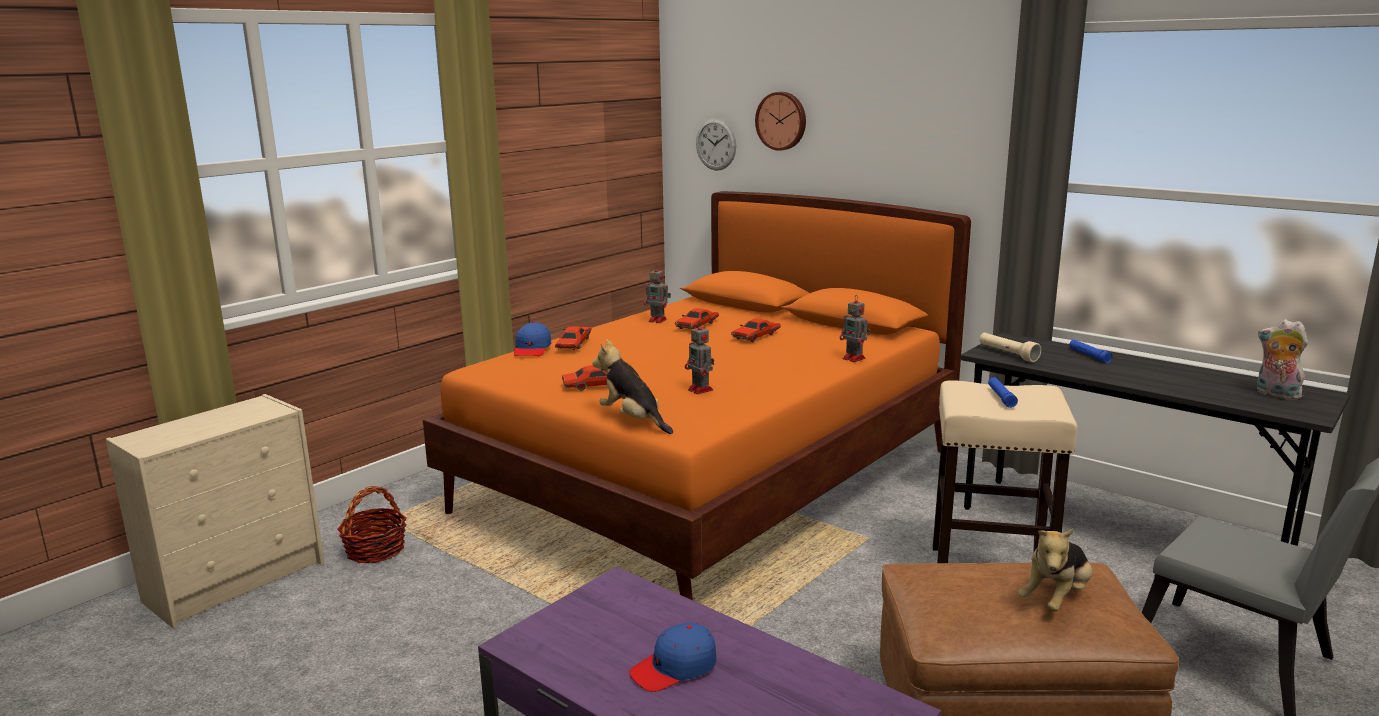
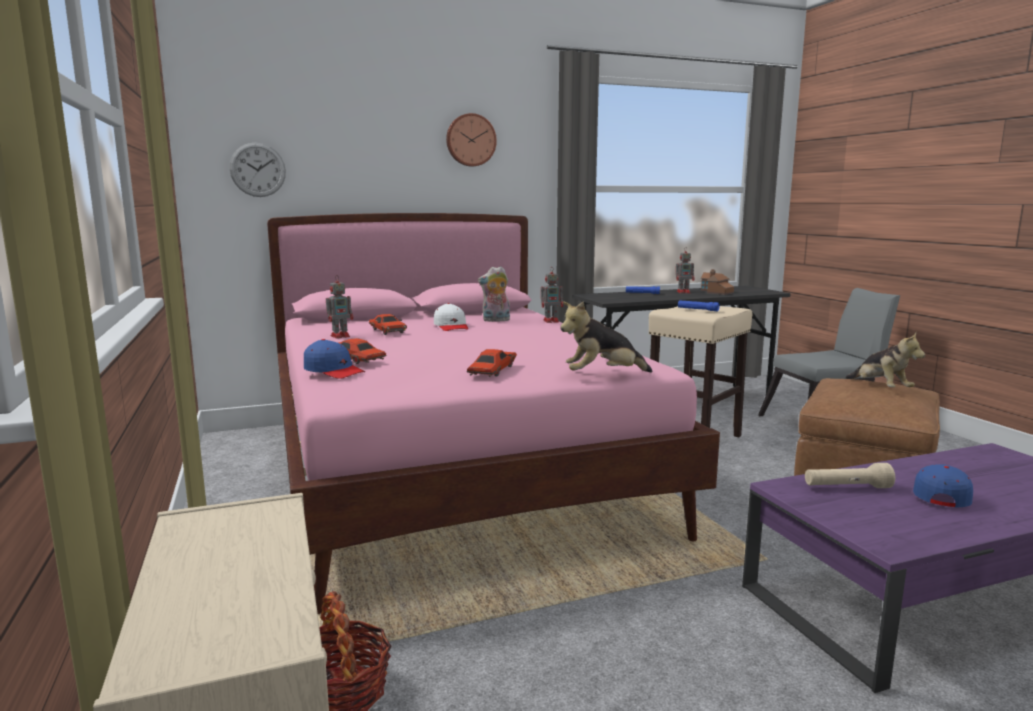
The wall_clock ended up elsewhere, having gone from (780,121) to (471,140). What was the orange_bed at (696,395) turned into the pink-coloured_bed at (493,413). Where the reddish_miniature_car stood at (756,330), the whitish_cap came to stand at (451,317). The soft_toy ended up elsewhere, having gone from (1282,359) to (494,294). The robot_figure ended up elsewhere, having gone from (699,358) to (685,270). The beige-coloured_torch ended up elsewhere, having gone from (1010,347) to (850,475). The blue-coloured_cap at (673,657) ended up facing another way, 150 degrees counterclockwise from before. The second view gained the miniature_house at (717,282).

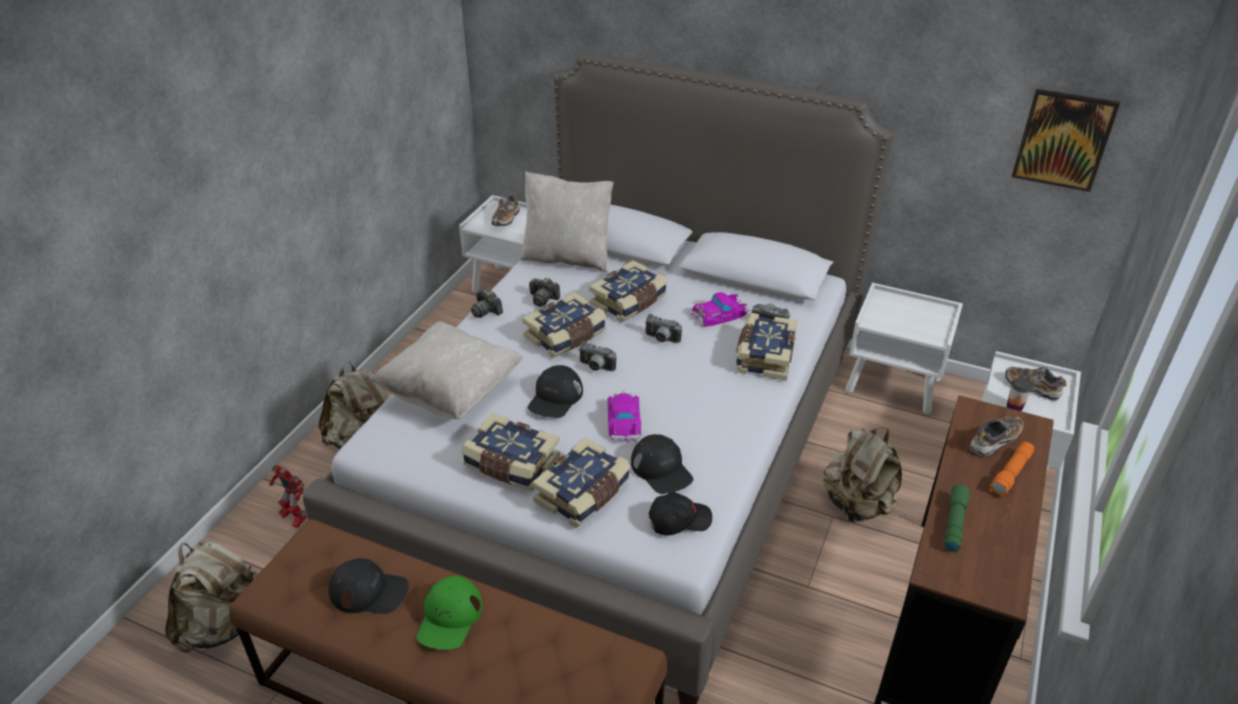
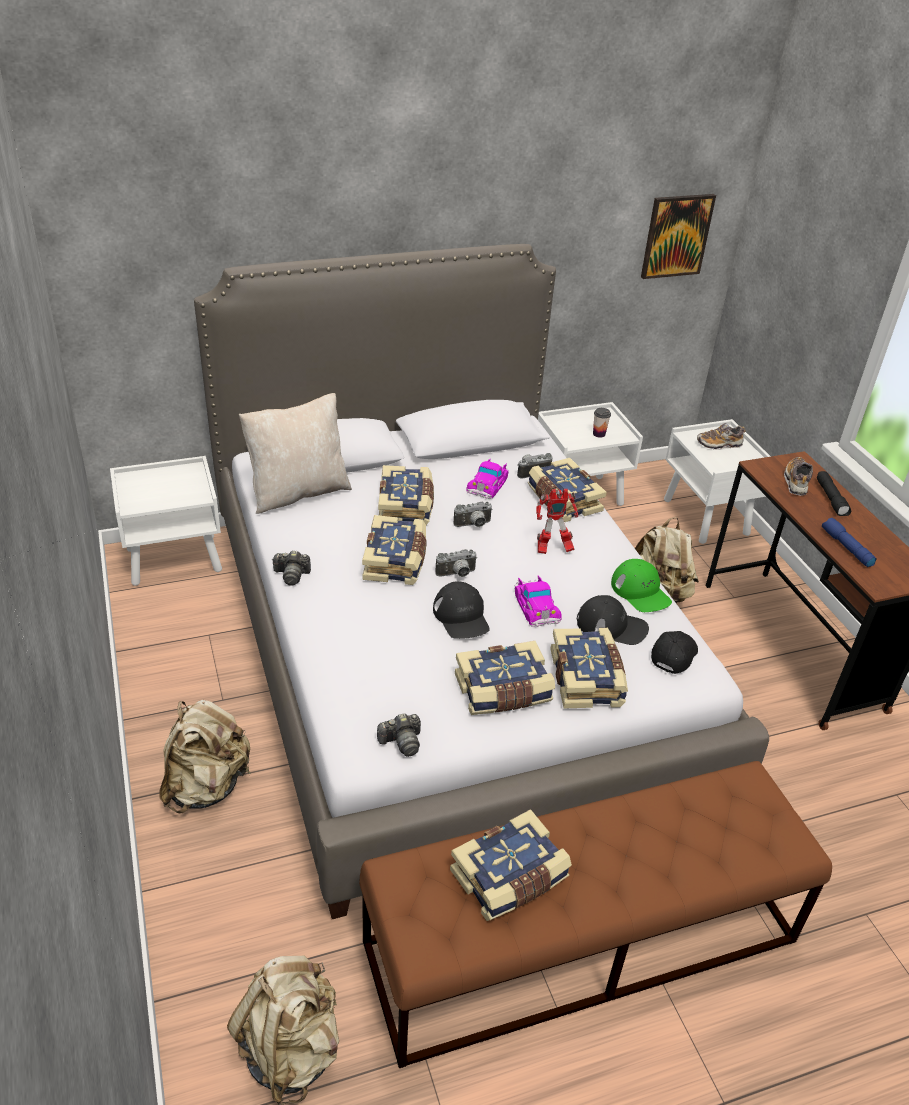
The second view lost the low_shoe at (506,210). The still_camera ended up elsewhere, having gone from (544,292) to (399,735). The second view lost the beige-coloured_throw_pillow at (446,370). The drinking_cup ended up elsewhere, having gone from (1020,394) to (602,423). The miniature_car at (624,416) ended up facing another way, 150 degrees counterclockwise from before. What was the orange_torch at (1011,469) turned into the black-coloured_torch at (834,493). The robot_figure ended up elsewhere, having gone from (288,496) to (557,521). What was the green_torch at (957,518) turned into the blue-coloured_torch at (849,542). Where the black-coloured_cap stood at (368,586), the volume came to stand at (511,865). The green_cap ended up elsewhere, having gone from (449,613) to (641,585).

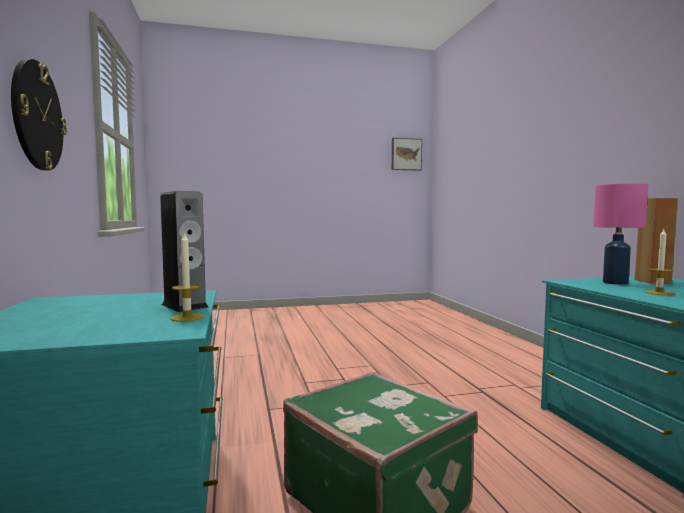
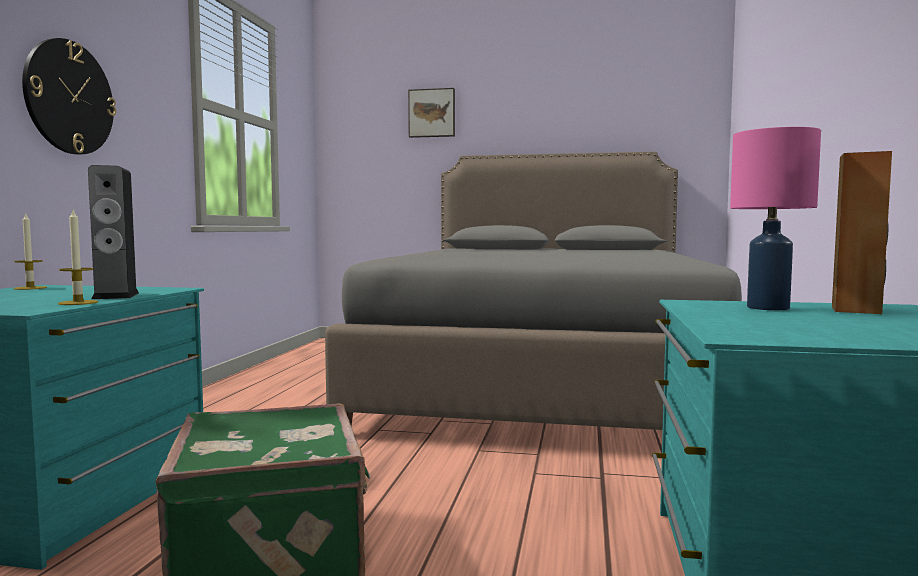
The wall_art ended up elsewhere, having gone from (407,154) to (431,113). The wax_candle ended up elsewhere, having gone from (659,262) to (30,252). The second view gained the gray_bed at (533,291).

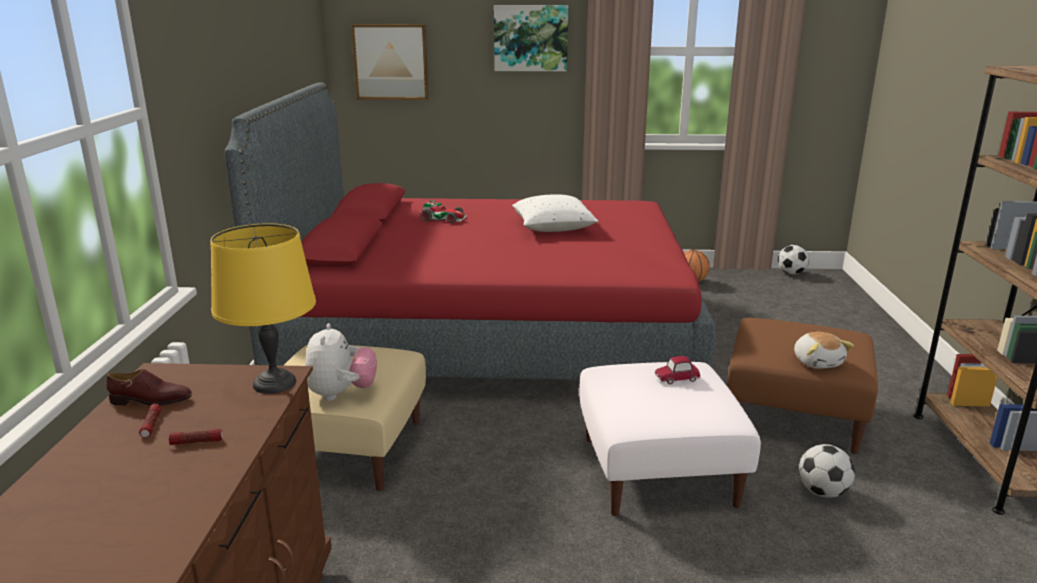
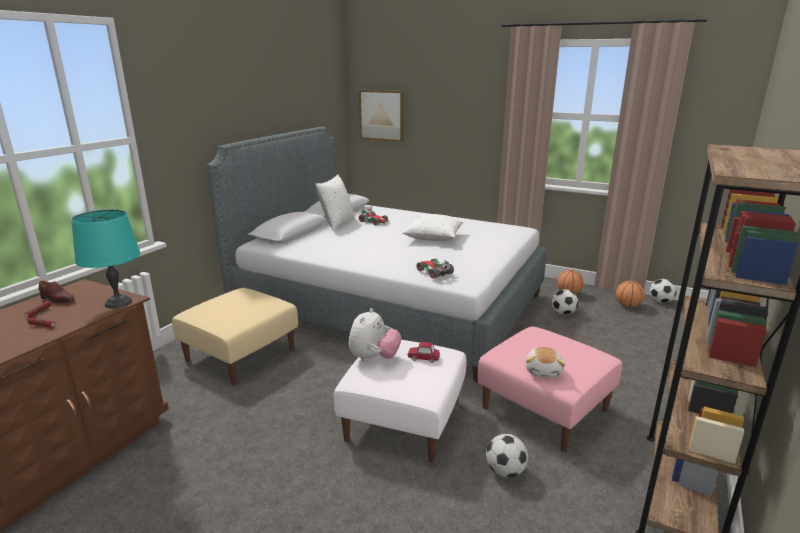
The second view lost the wall_art at (531,38). What was the reddish_bed at (470,231) turned into the gray_bed at (377,255). What was the yellow_table_lamp at (263,308) turned into the blue-green_table_lamp at (105,259). What was the brownish_footrest at (802,386) turned into the pink-coloured_footrest at (550,389). The soft_toy ended up elsewhere, having gone from (341,362) to (375,335). The second view gained the whitish_throw_pillow at (334,202). The second view gained the miniature_car at (434,268). The second view gained the ball_for_basketball at (630,294). The second view gained the football at (565,302).

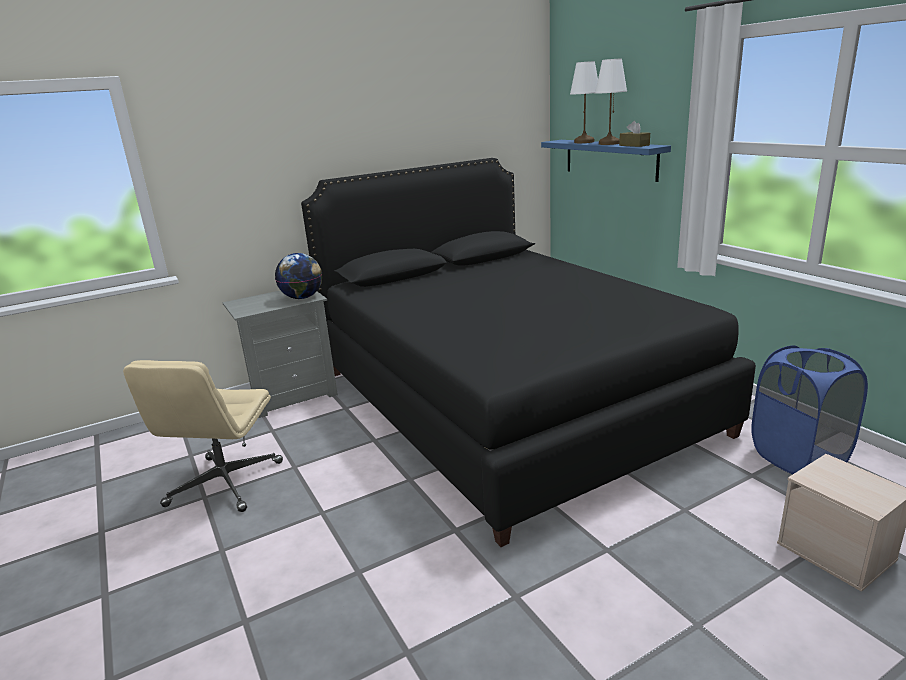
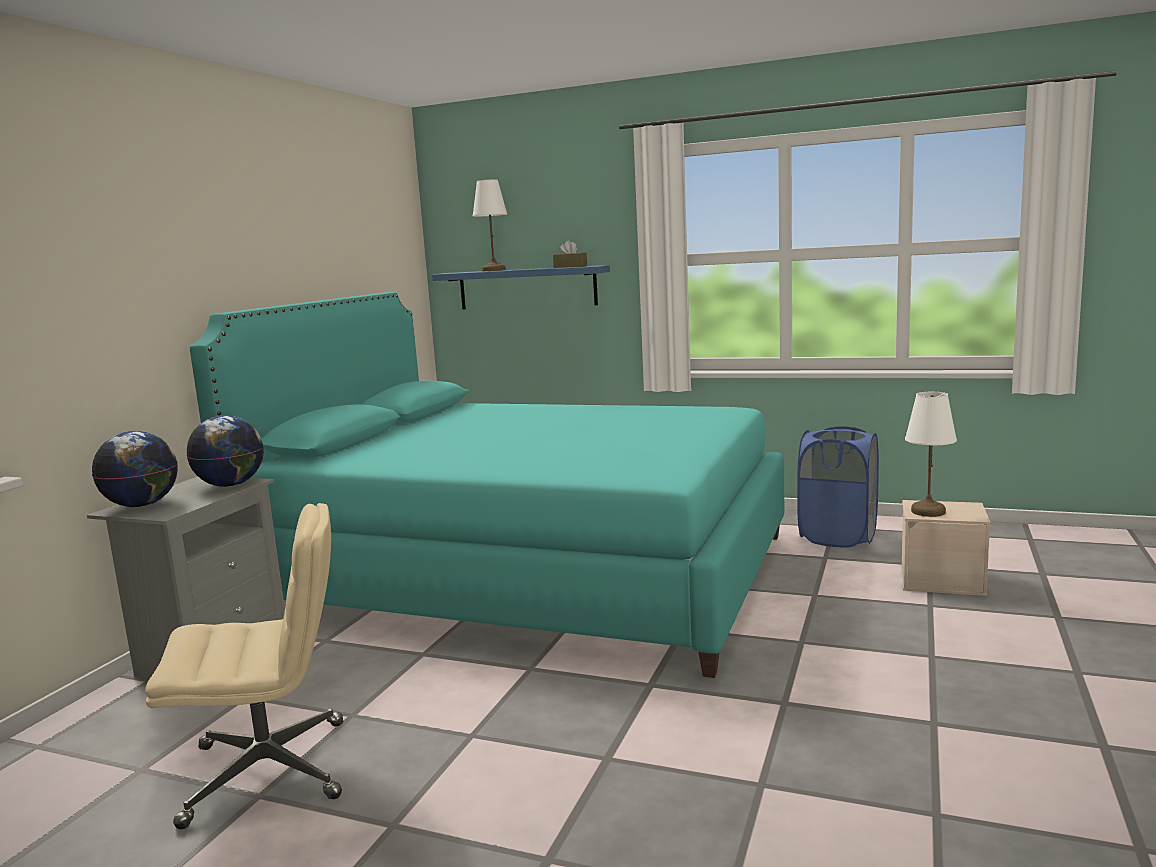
The whitish_table_lamp ended up elsewhere, having gone from (611,101) to (931,454). What was the black-coloured_bed at (528,352) turned into the blue-green_bed at (487,485). The beige-coloured_office_chair at (203,436) ended up facing another way, 75 degrees counterclockwise from before. The second view gained the world_globe at (135,469).

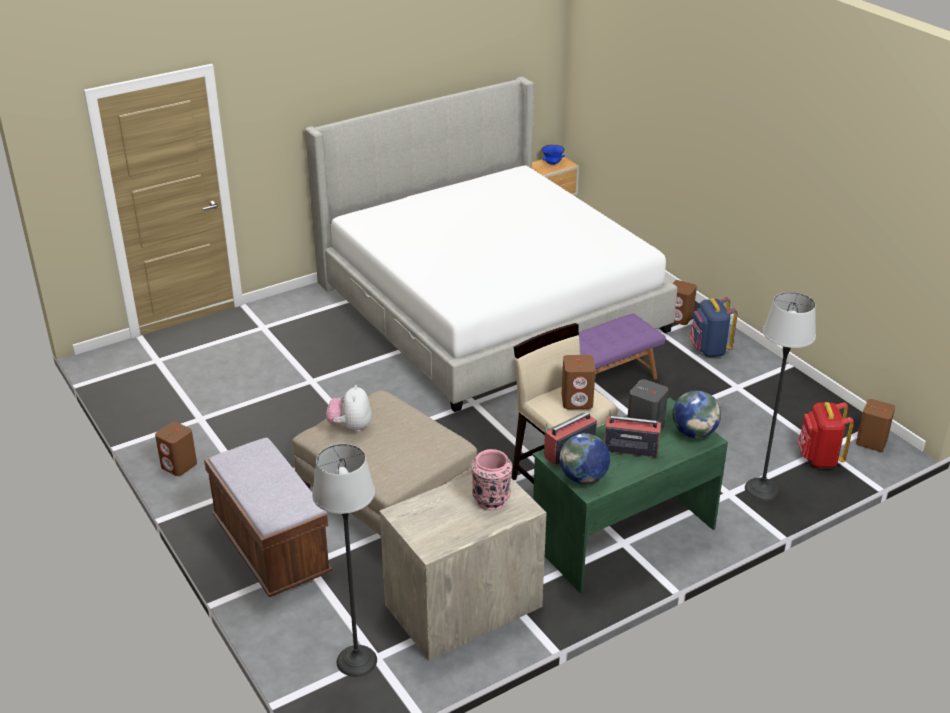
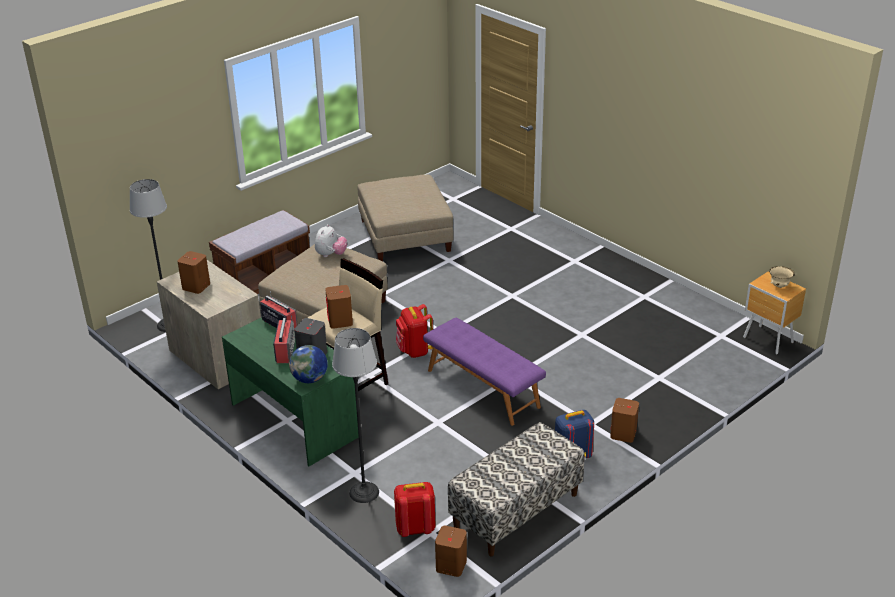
The second view lost the bed at (491,244). What was the blue-coloured_bowl at (553,154) turned into the beige-coloured_bowl at (782,277). The soft_toy at (348,408) ended up facing another way, 120 degrees clockwise from before. The brownish_speaker ended up elsewhere, having gone from (176,449) to (193,272). The second view lost the world_globe at (585,458). The second view lost the pink-coloured_vase at (491,479). The second view gained the beige-coloured_footrest at (405,217). The second view gained the reddish_rucksack at (414,331). The second view gained the bench at (516,489).

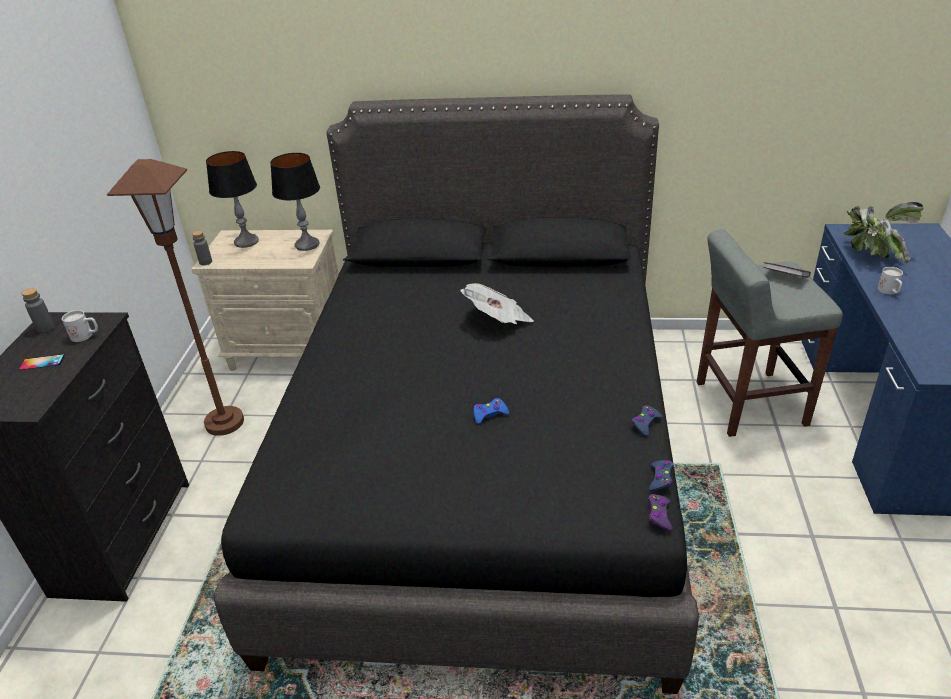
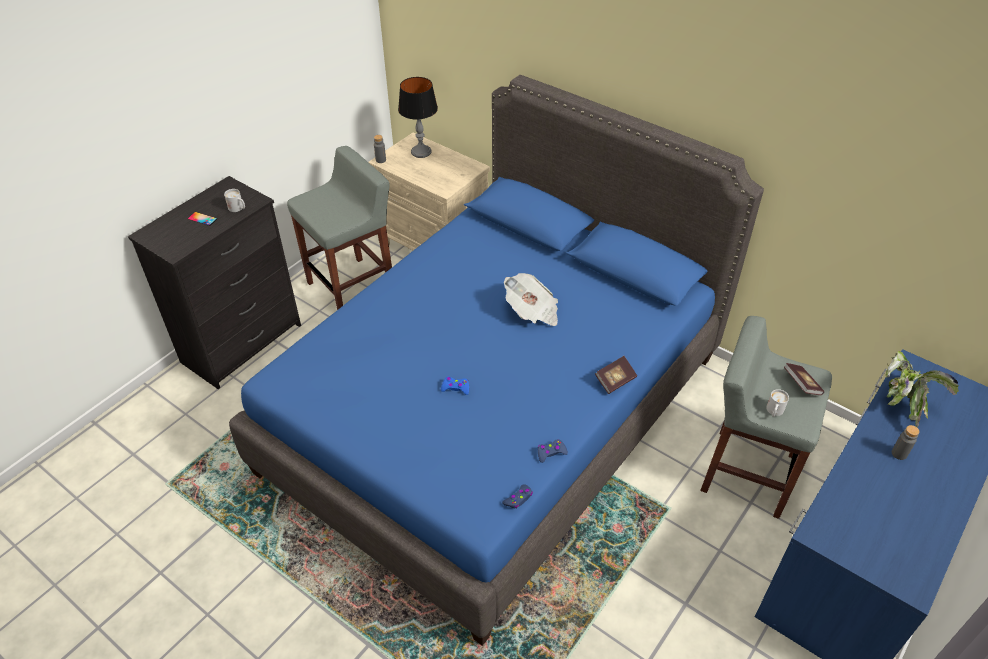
What was the black-coloured_bed at (456,394) turned into the blue-coloured_bed at (496,360). The second view lost the table_lamp at (295,202). Where the brownish_standard_lamp stood at (175,297), the gray_sitting_stool came to stand at (339,228). The whitish_coffee_mug ended up elsewhere, having gone from (890,281) to (777,403). The gray_beverage_bottle ended up elsewhere, having gone from (37,310) to (906,442). The second view lost the purplish_gamepad at (660,512). The second view gained the volume at (616,375).

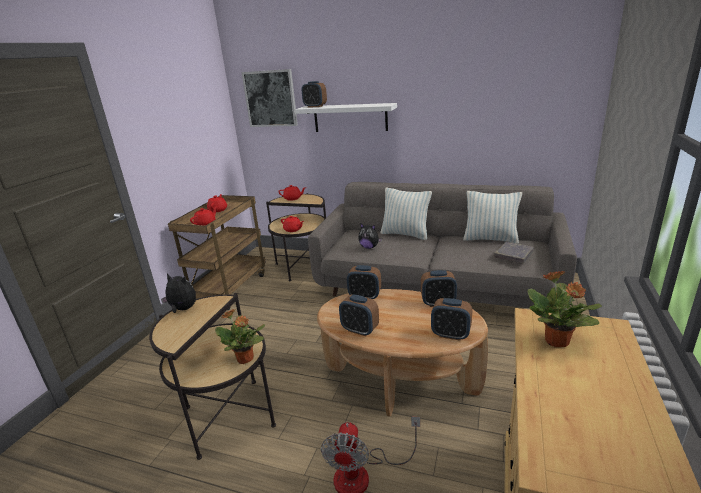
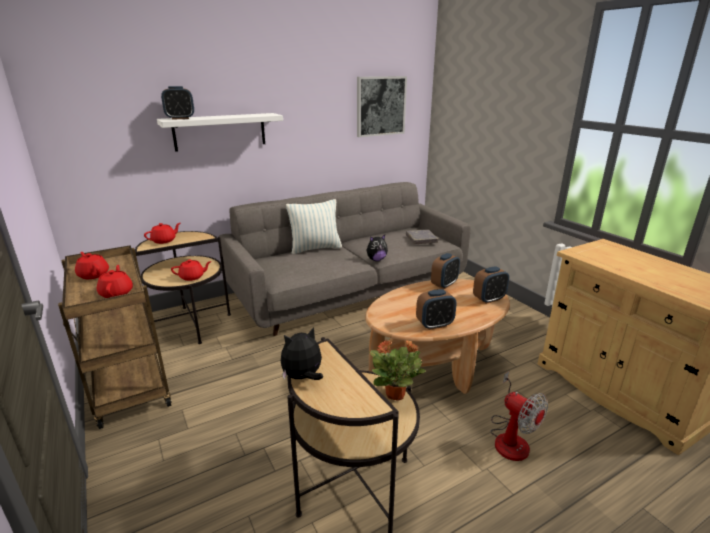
The wall_art ended up elsewhere, having gone from (269,98) to (382,106). The second view lost the throw_pillow at (492,217). The soft_toy ended up elsewhere, having gone from (370,236) to (377,248). The second view lost the alarm_clock at (364,282). The second view lost the houseplant at (565,309).

